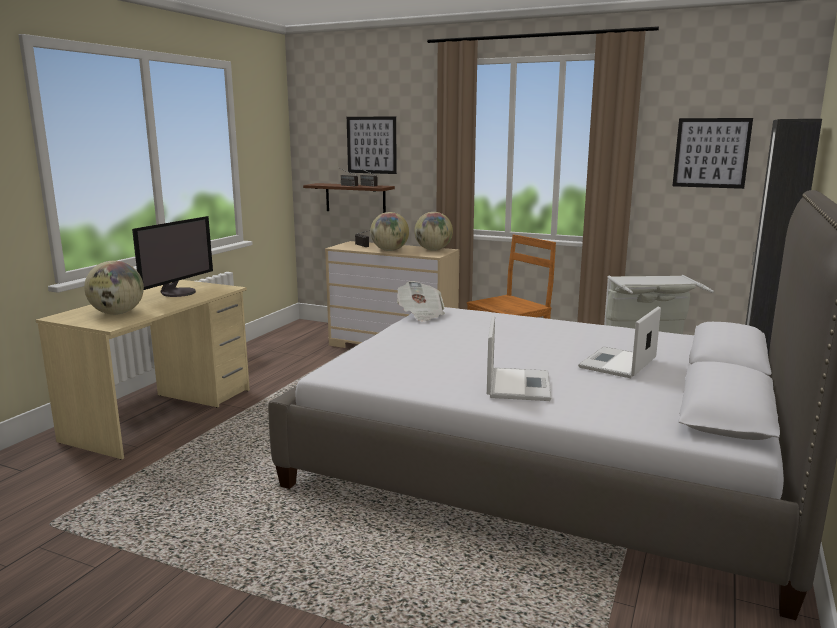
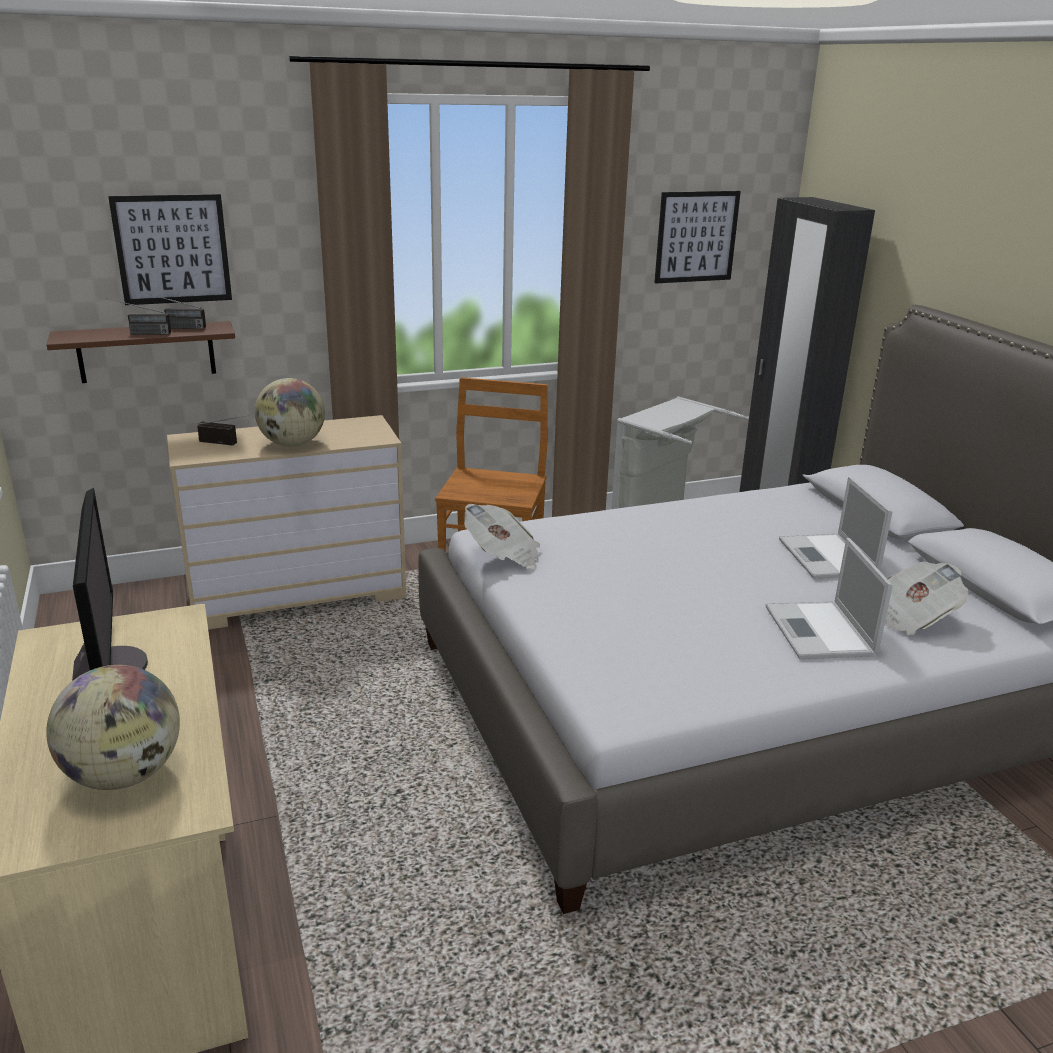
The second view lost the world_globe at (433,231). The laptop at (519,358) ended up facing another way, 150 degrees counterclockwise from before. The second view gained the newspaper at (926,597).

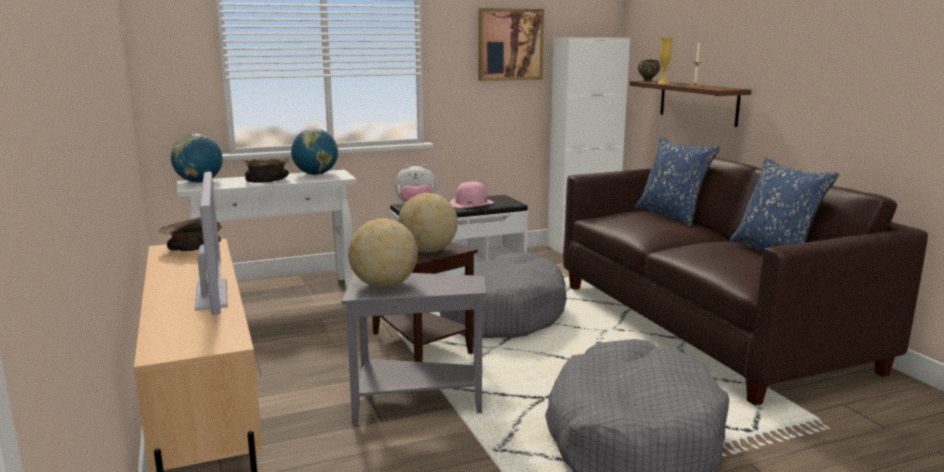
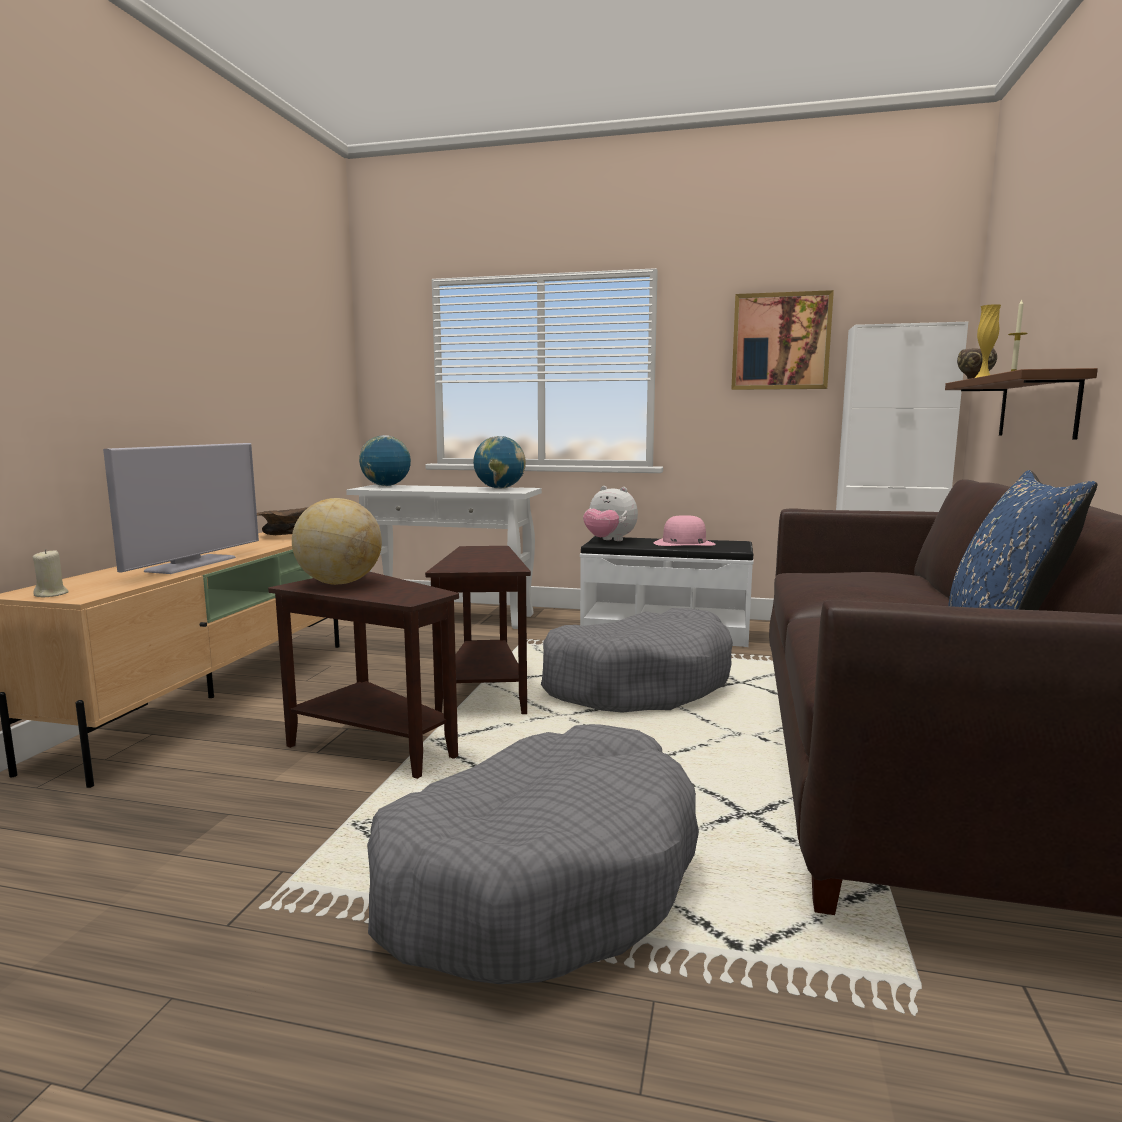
The second view lost the blue-coloured_throw_pillow at (677,182). The second view lost the brownish_bowl at (266,170). The second view lost the world_globe at (428,223). What was the gray_accent_table at (414,349) turned into the brownish_accent_table at (363,675). The second view gained the beige-coloured_wax_candle at (51,573).

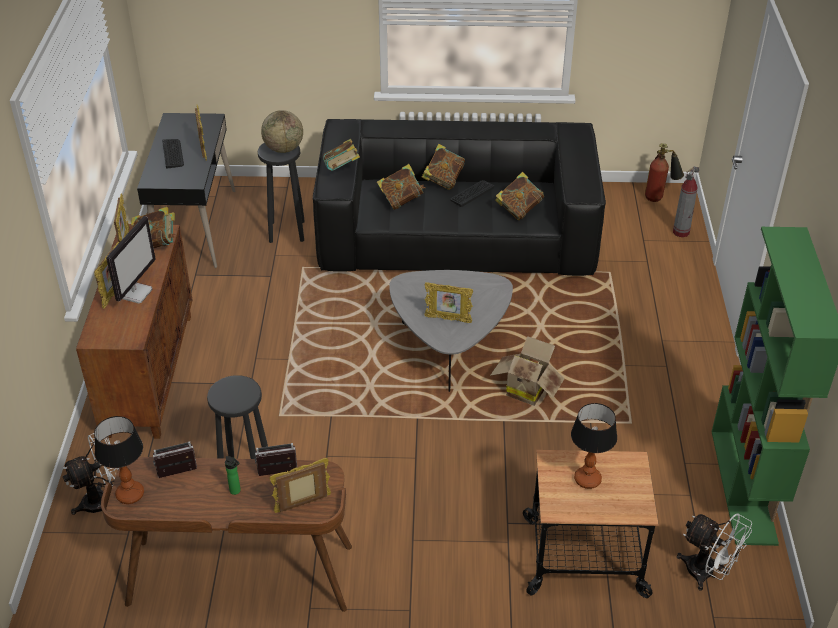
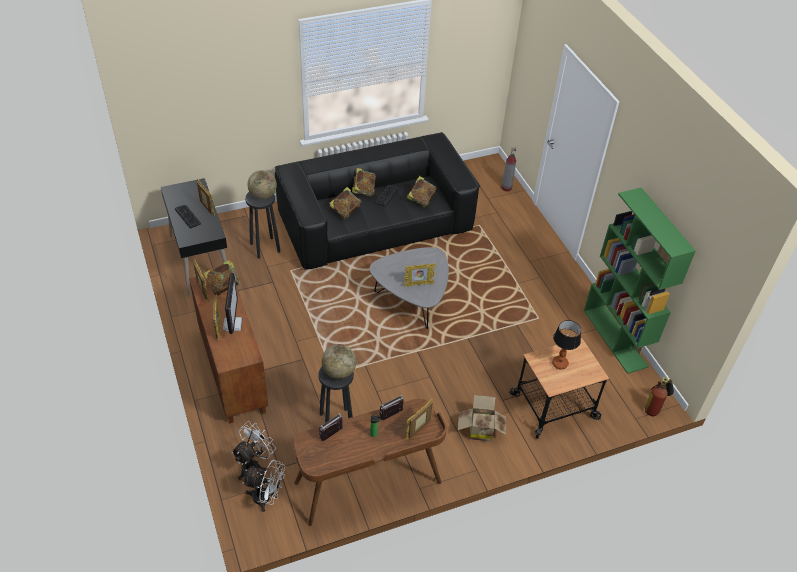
The second view lost the volume at (341,155). The fire-fighting_cylinder ended up elsewhere, having gone from (664,172) to (659,396). The carton ended up elsewhere, having gone from (527,371) to (482,418). The second view lost the table_lamp at (119,460). The whitish_electric_fan ended up elsewhere, having gone from (714,552) to (264,486). The second view gained the world_globe at (339,361).

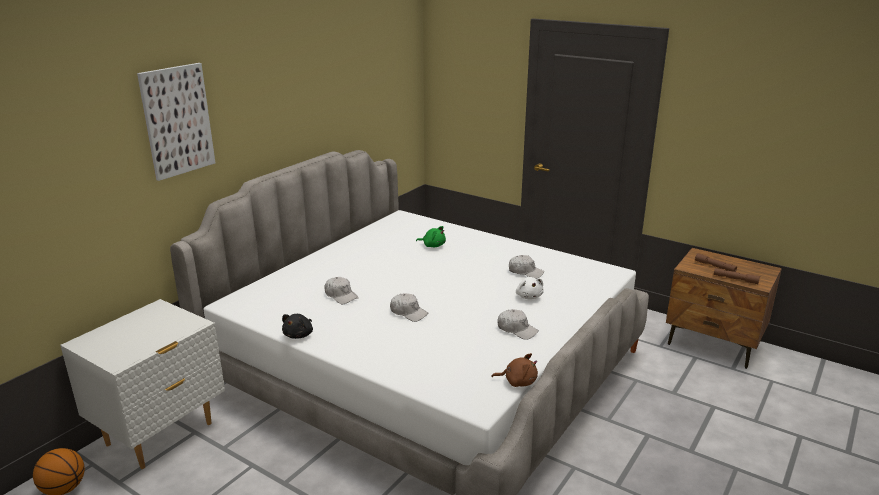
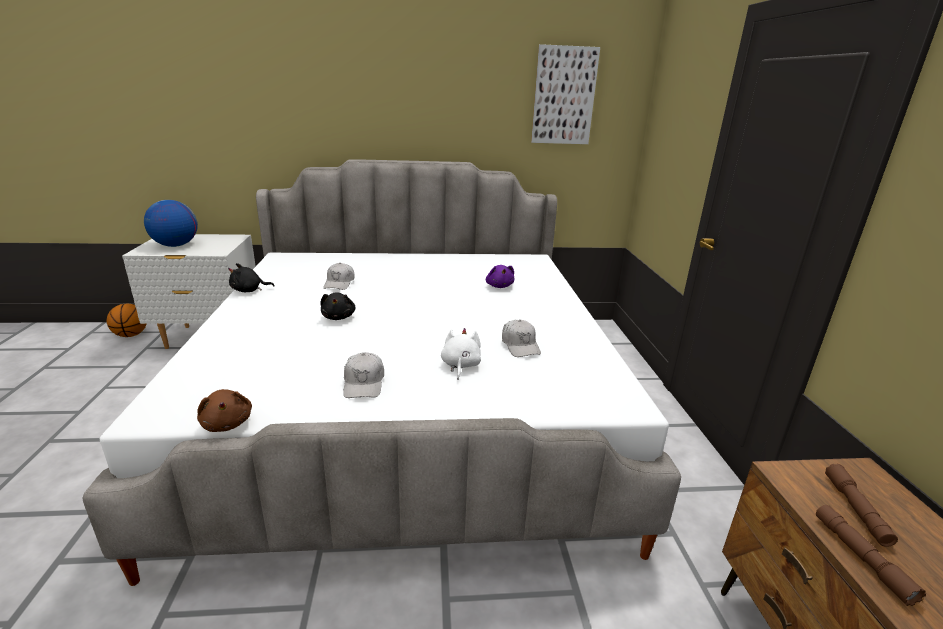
The wall_art ended up elsewhere, having gone from (176,122) to (565,94). What was the green_soft_toy at (431,236) turned into the purplish_soft_toy at (500,276). The whitish_soft_toy at (530,288) ended up facing another way, 150 degrees clockwise from before. Where the whitish_cap stood at (409,307), the black-coloured_soft_toy came to stand at (338,306). The second view gained the world_globe at (171,223).

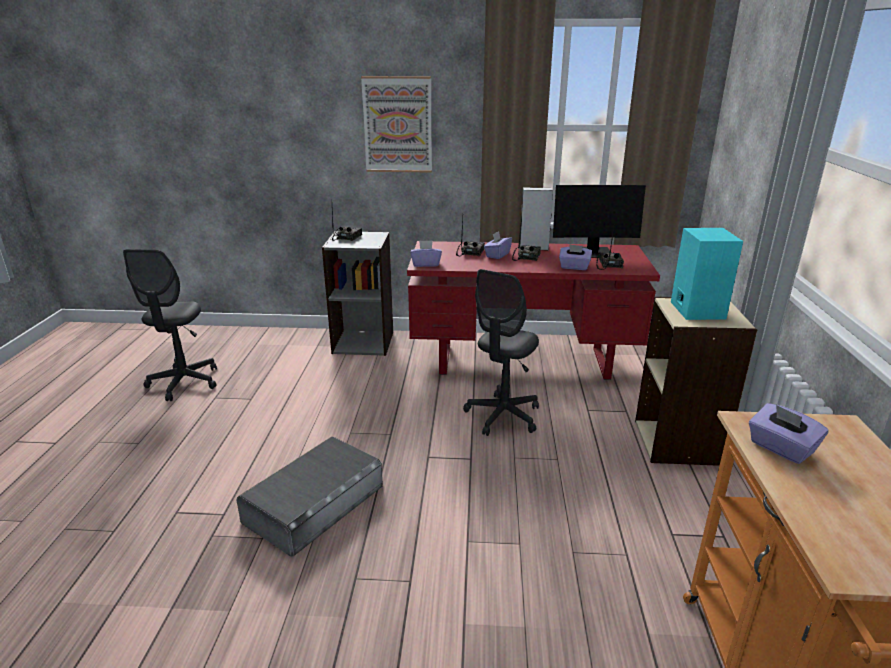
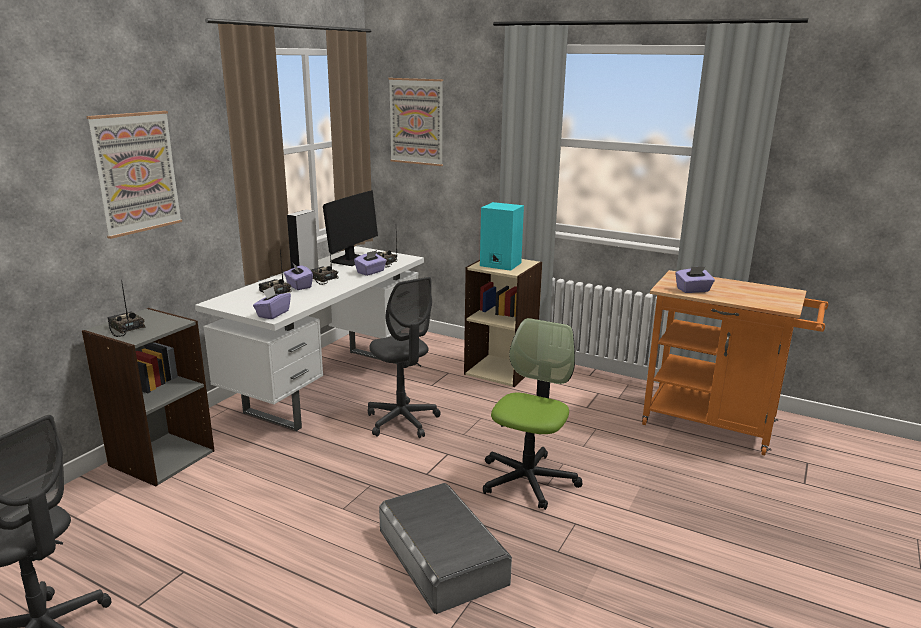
What was the reddish_desk at (533,310) turned into the whitish_desk at (309,338). The second view gained the wall_art at (415,122). The second view gained the office_chair at (532,414).

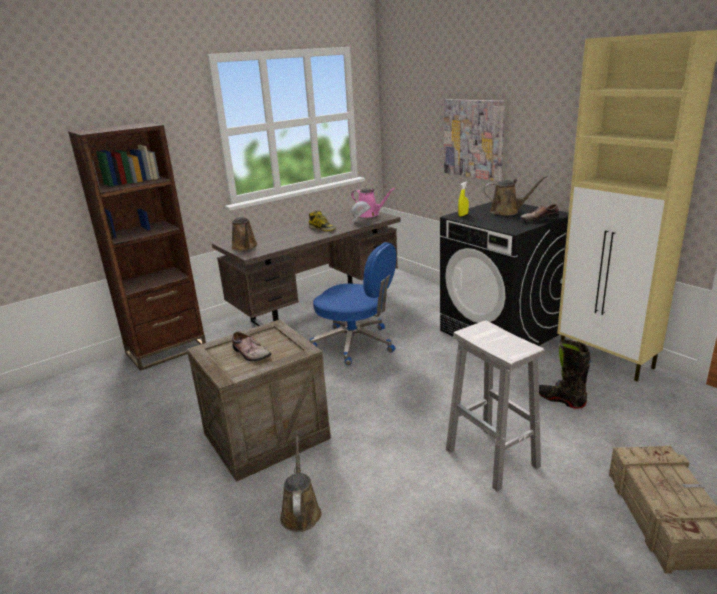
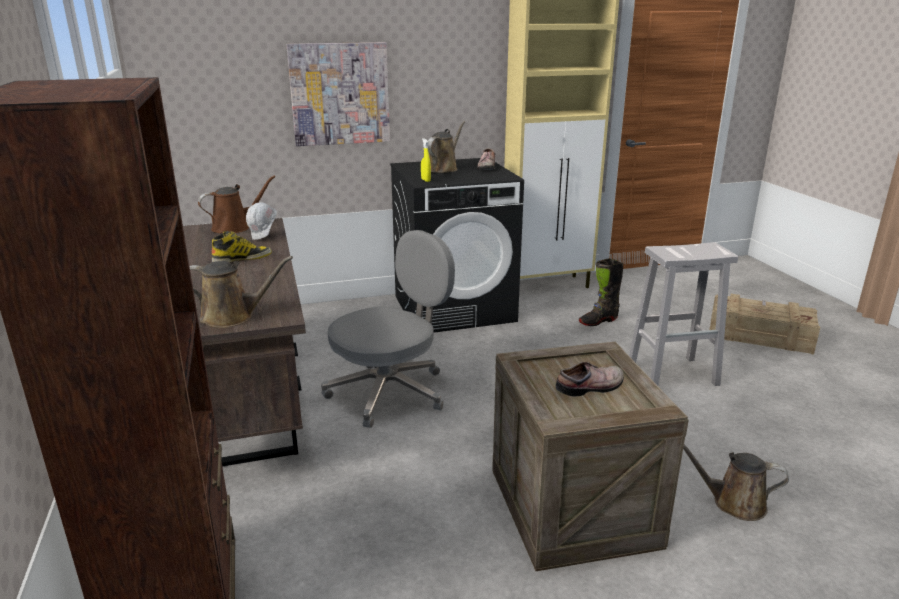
What was the pink-coloured_sprinkling_can at (373,203) turned into the brownish_sprinkling_can at (236,204). What was the blue-coloured_office_chair at (353,304) turned into the gray_office_chair at (388,329).

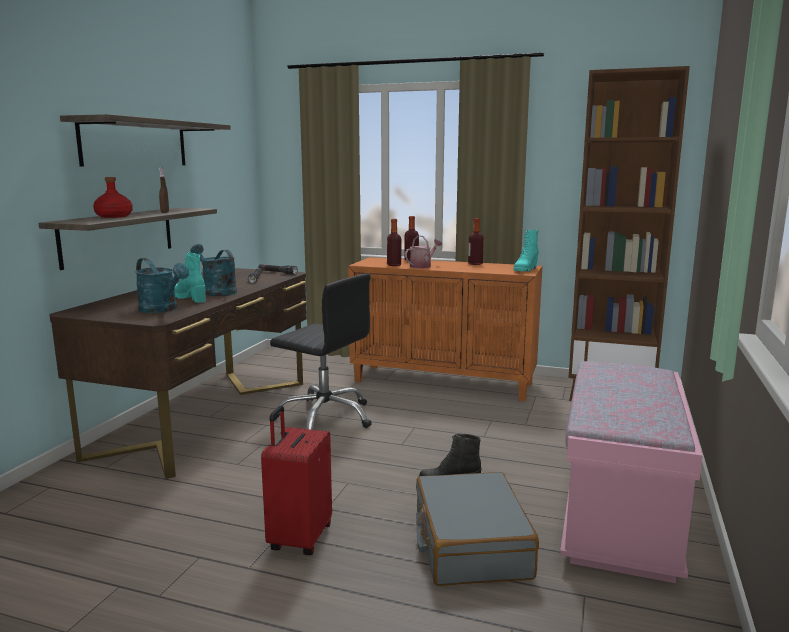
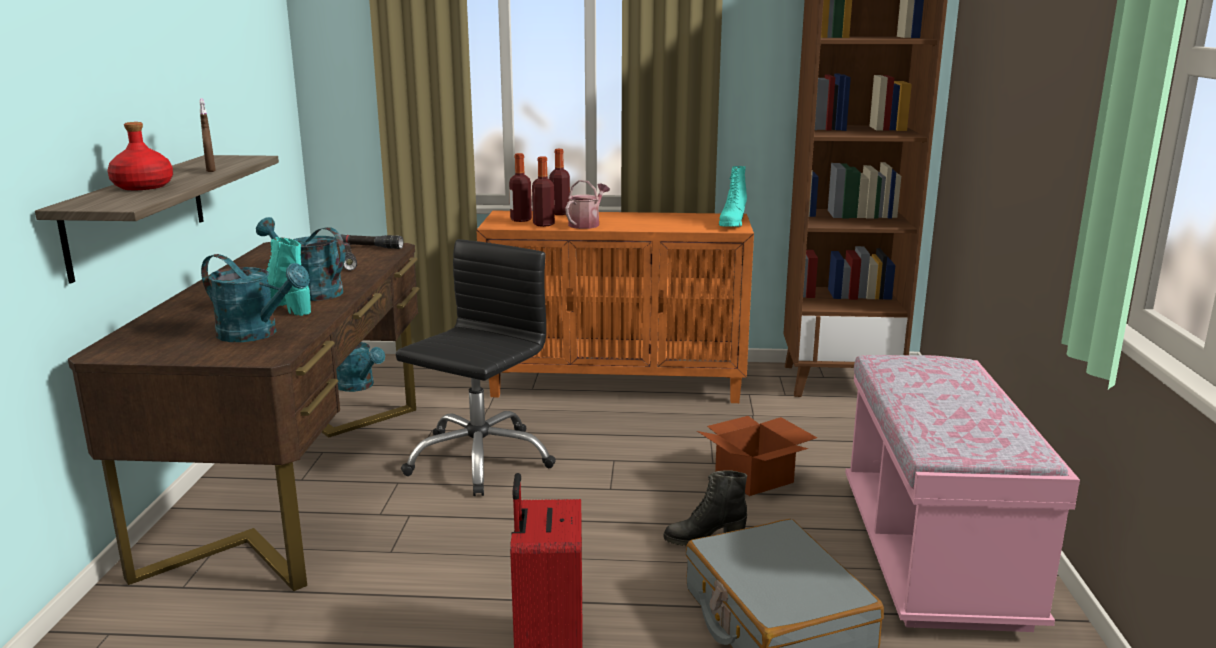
The second view lost the shelf at (145,140). The beverage_bottle ended up elsewhere, having gone from (476,241) to (520,187). The black-coloured_office_chair at (321,351) ended up facing another way, 75 degrees counterclockwise from before. The second view gained the blue-green_sprinkling_can at (360,367). The second view gained the carton at (757,456).

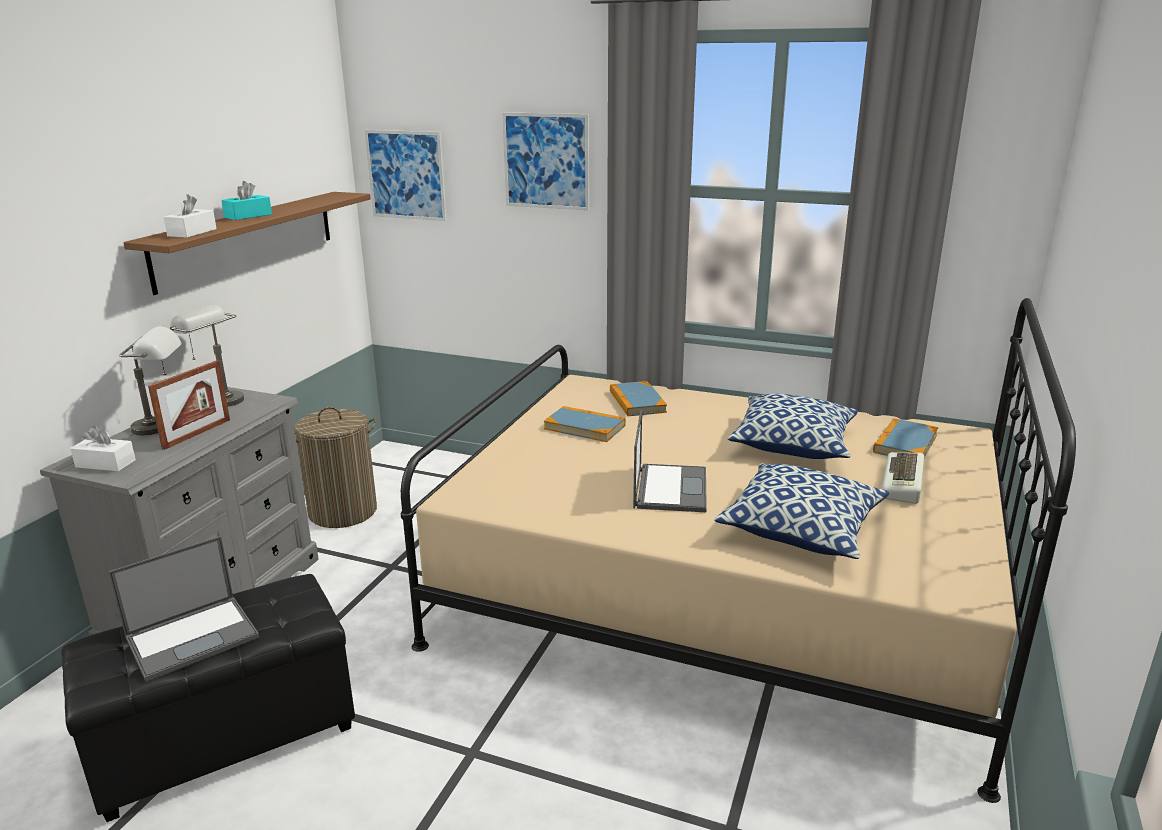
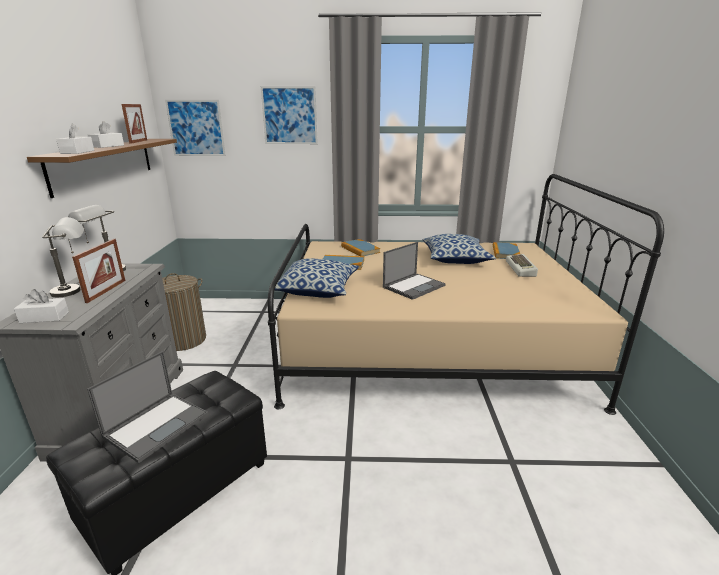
What was the blue-green_tissue_holder at (246,200) turned into the whitish_tissue_holder at (106,134). The laptop at (670,461) ended up facing another way, 60 degrees clockwise from before. The throw_pillow ended up elsewhere, having gone from (801,511) to (317,278). The second view gained the picture_frame at (134,124).

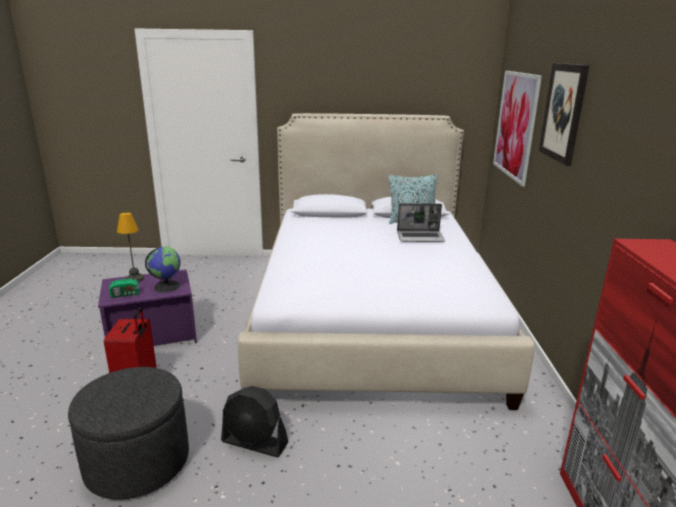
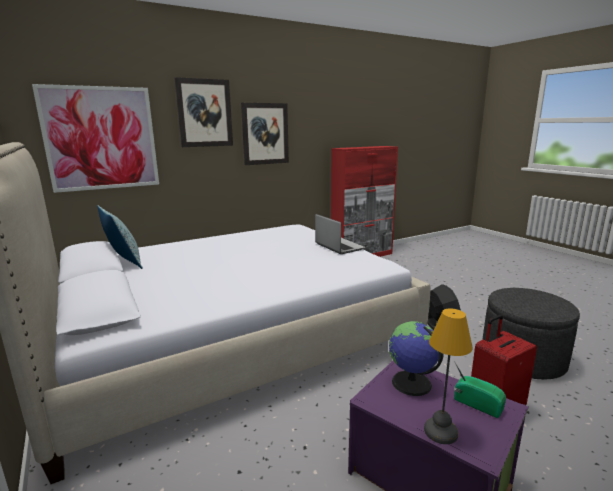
The laptop ended up elsewhere, having gone from (421,222) to (340,234). The second view gained the wall_art at (265,134).

